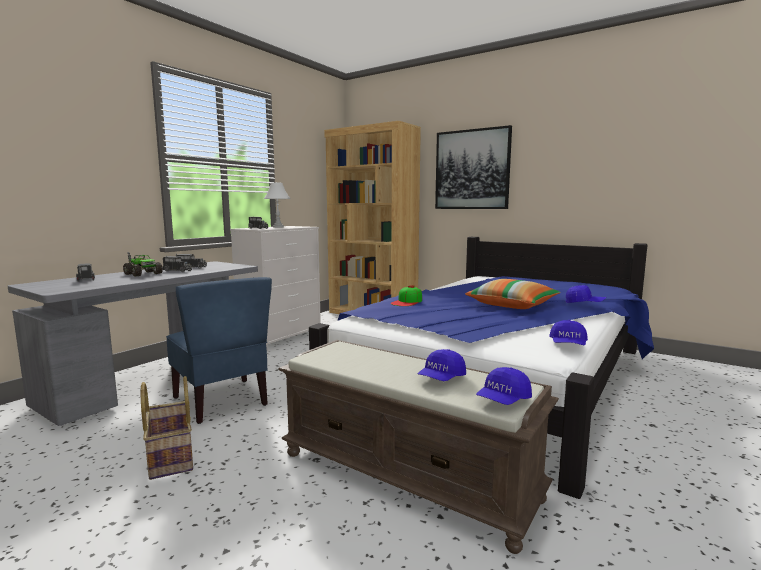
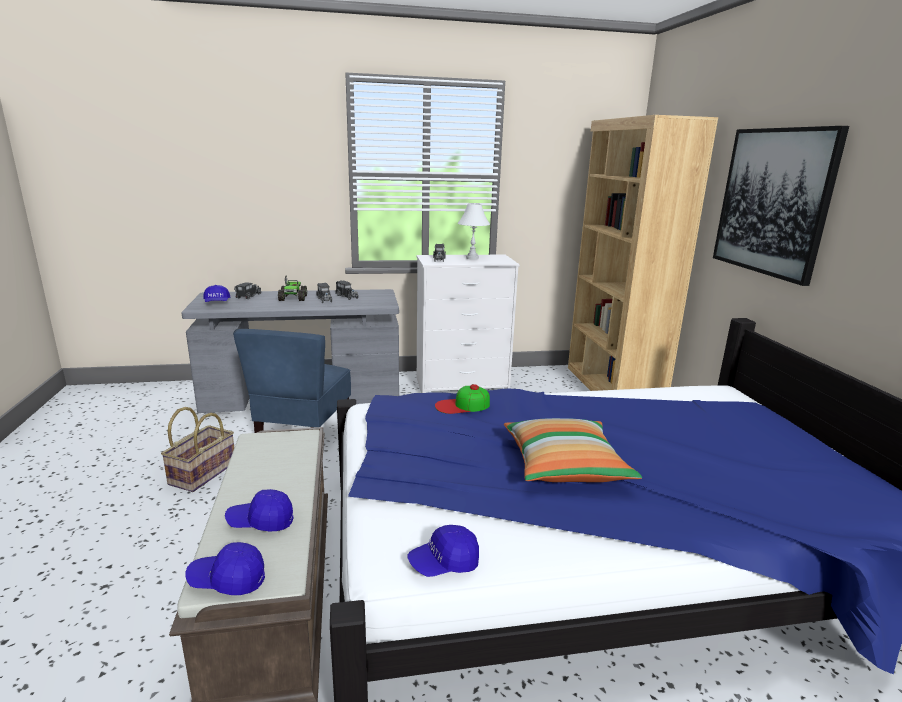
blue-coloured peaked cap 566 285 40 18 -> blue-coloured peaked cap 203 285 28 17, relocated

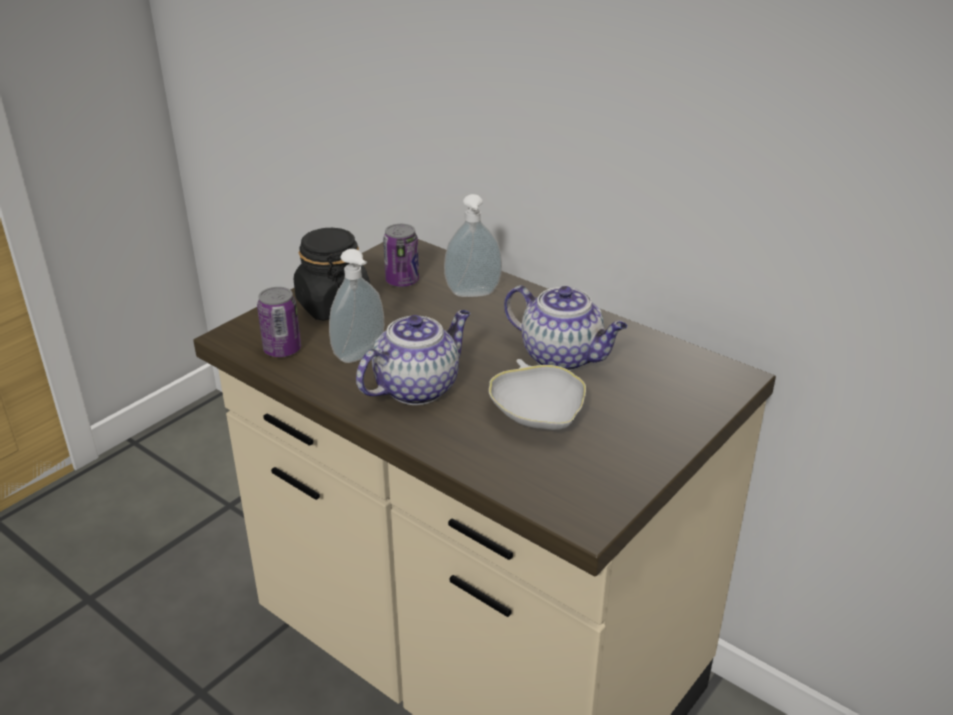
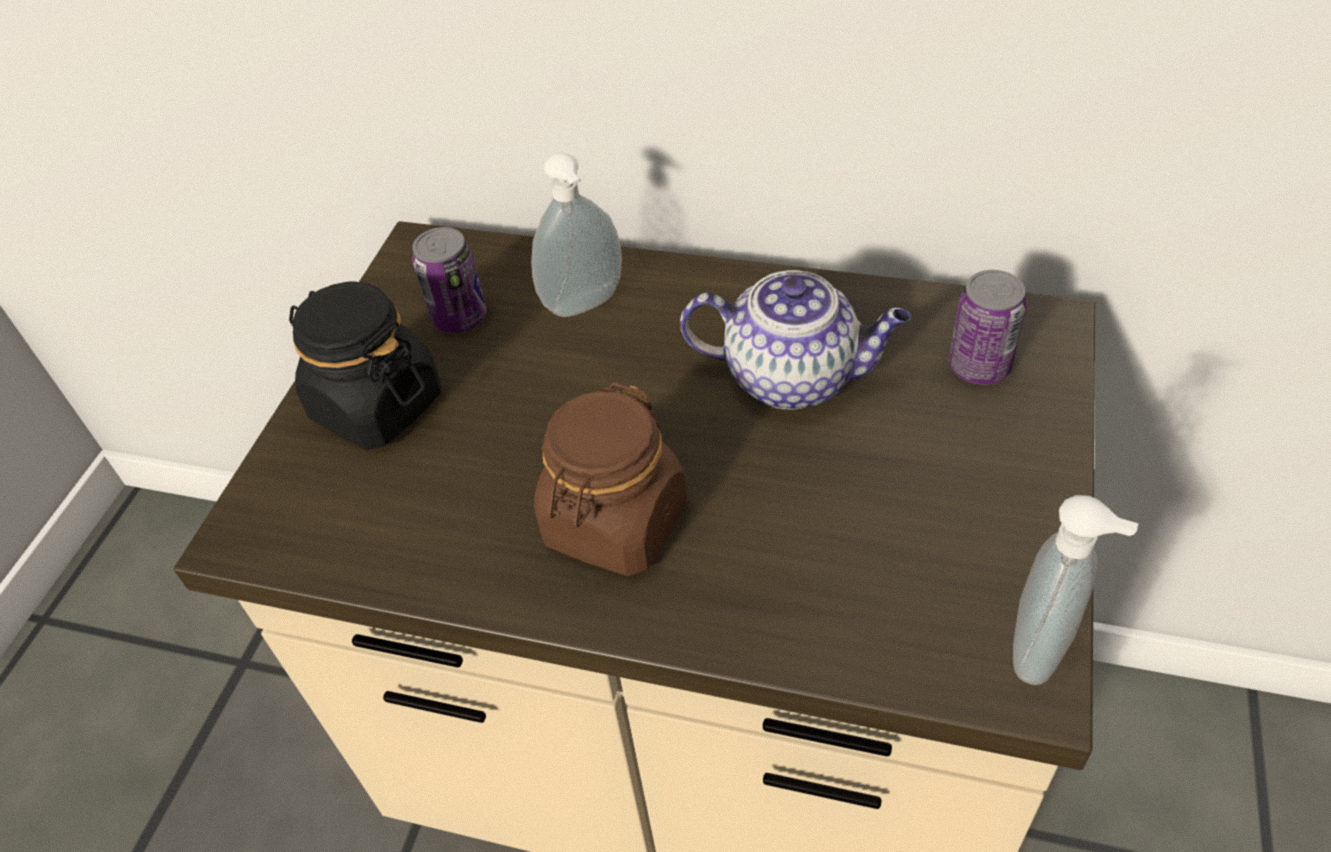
white-coloured deep dish 489 359 97 71 -> none
sealed can 257 287 44 70 -> sealed can 949 270 78 115, relocated
liquid soap bottle 329 249 55 114 -> liquid soap bottle 1013 495 125 190, relocated
pot for tea 356 310 114 95 -> brownish jar 534 382 153 194

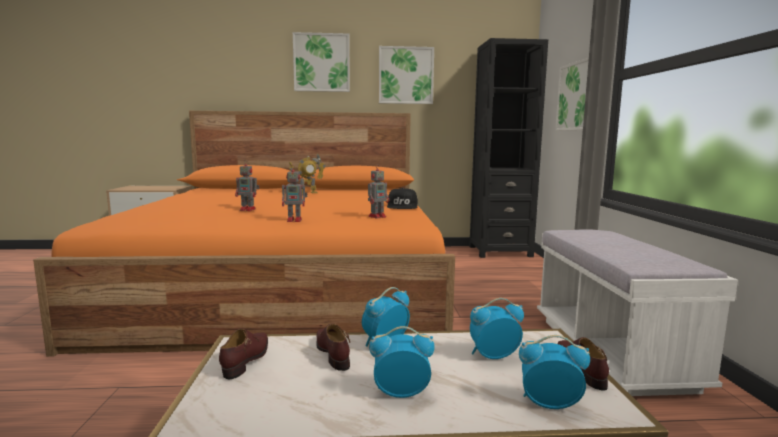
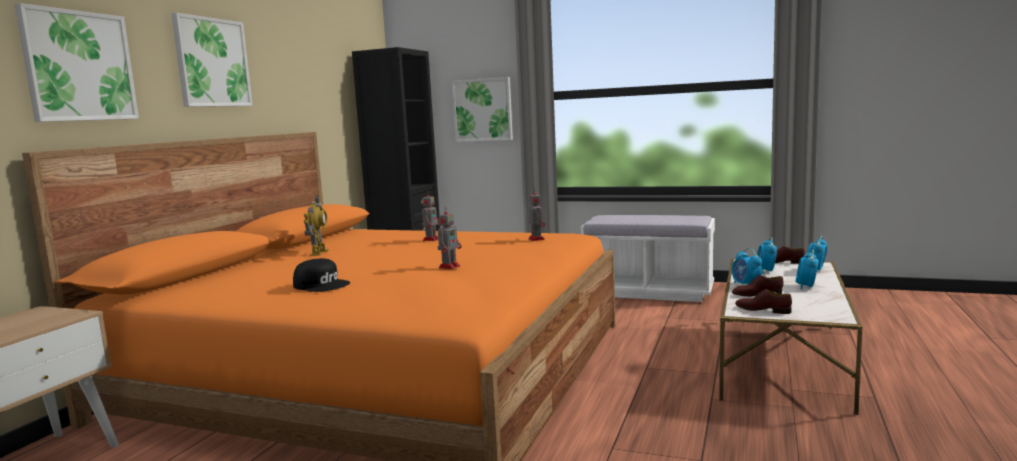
robot figure 282 166 25 56 -> robot figure 422 191 17 50, relocated
picture 379 46 55 58 -> picture 14 3 125 119, relocated
black peaked cap 387 188 31 21 -> black peaked cap 293 258 57 34, relocated

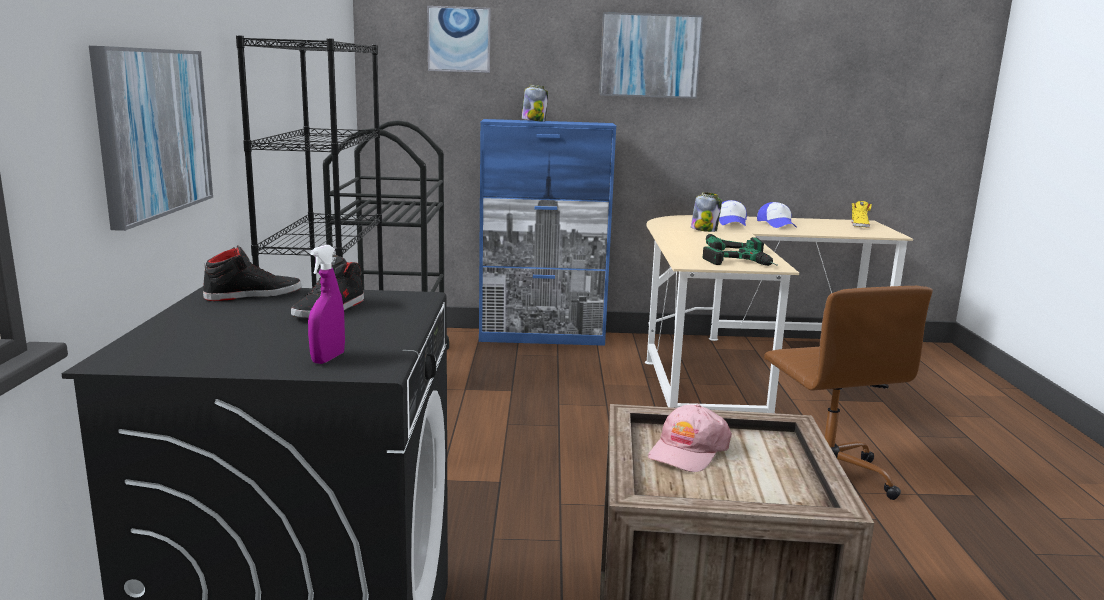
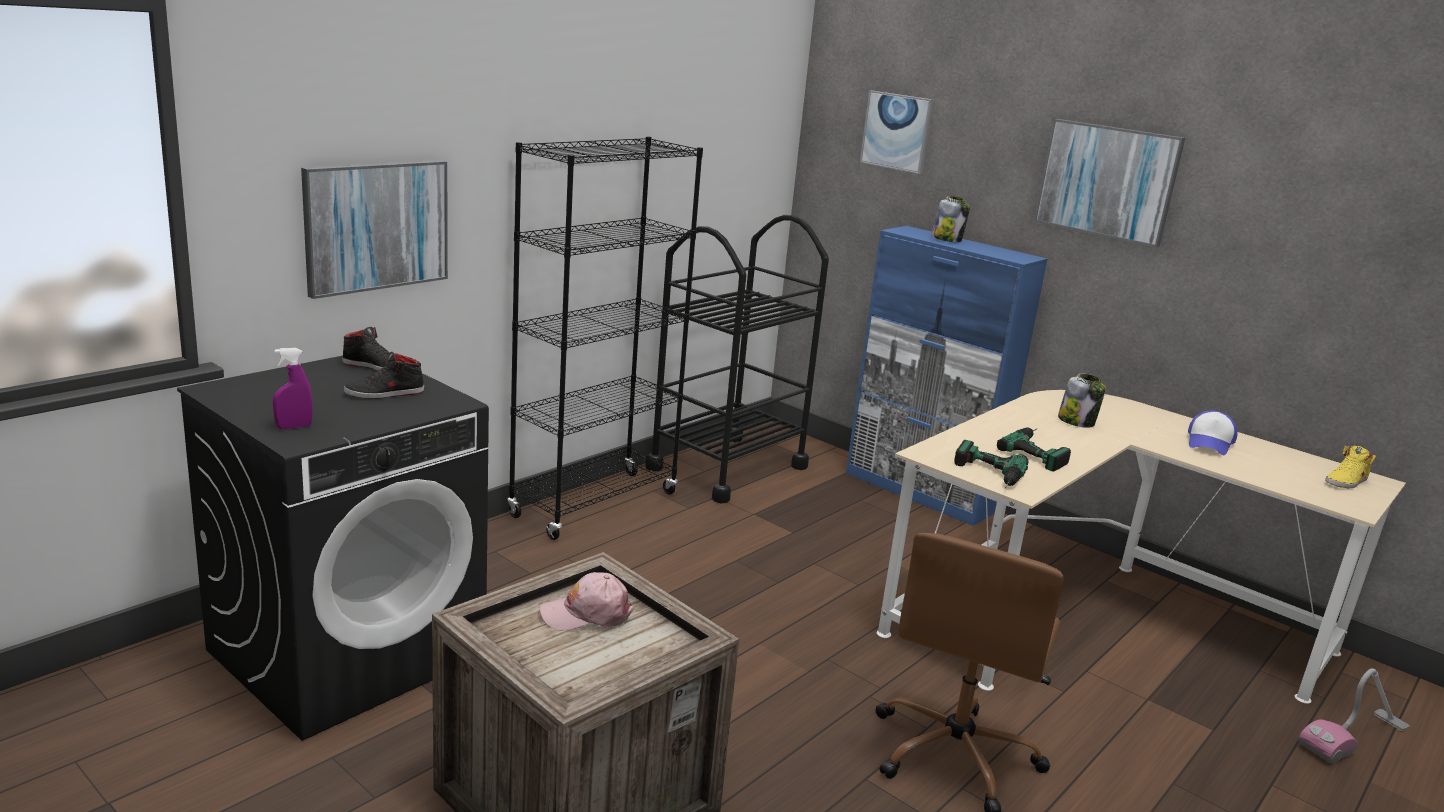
peaked cap 719 200 28 26 -> none
none -> hoover 1299 668 111 96

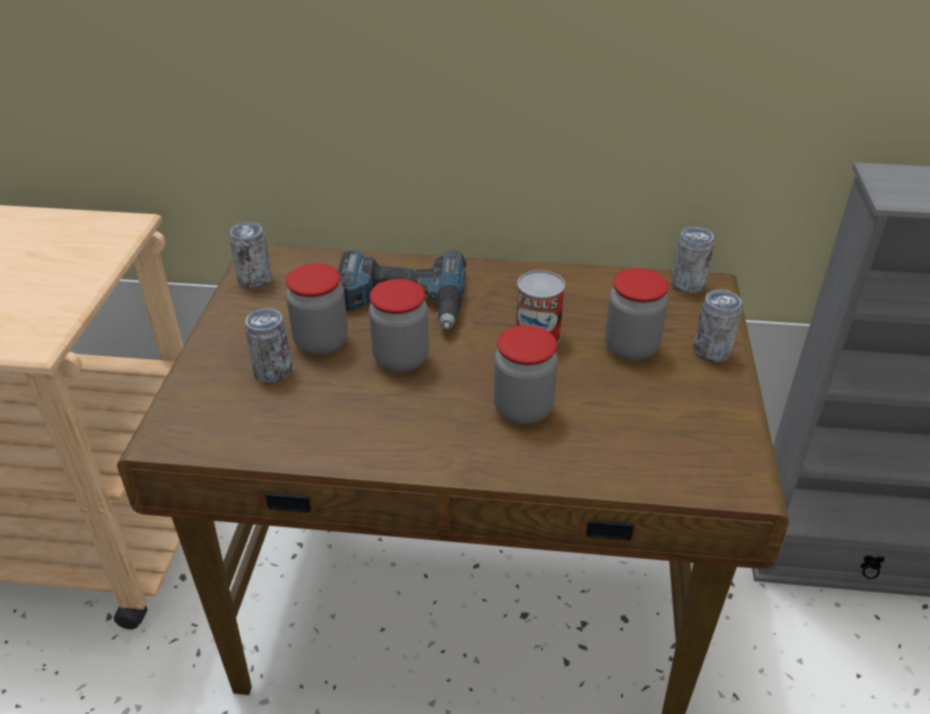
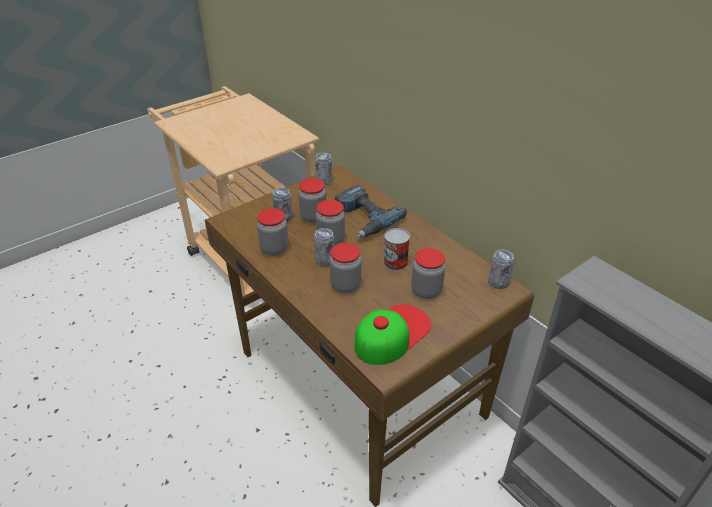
none -> jar 257 208 31 48
none -> peaked cap 354 305 77 60
sealed can 693 290 49 73 -> sealed can 314 228 20 38, relocated

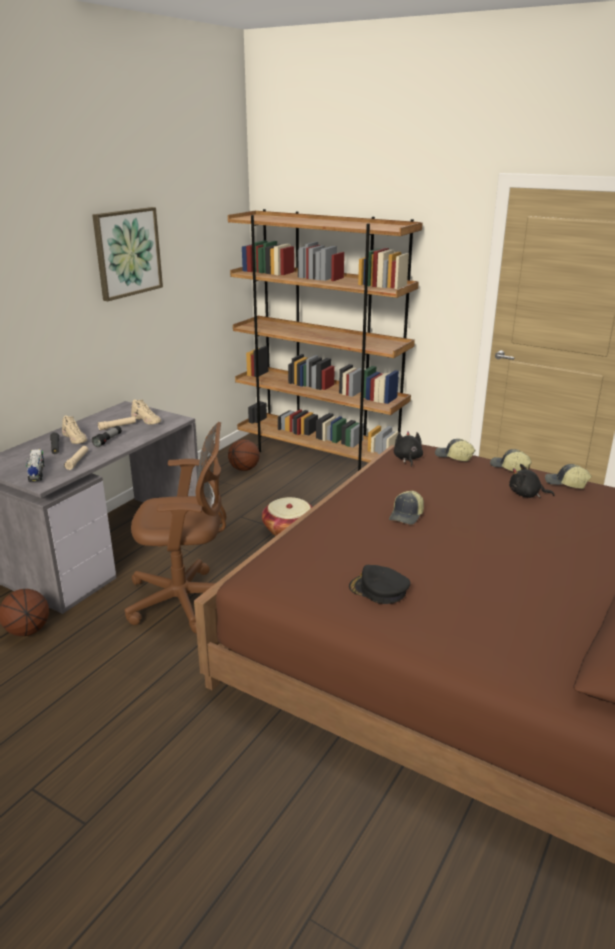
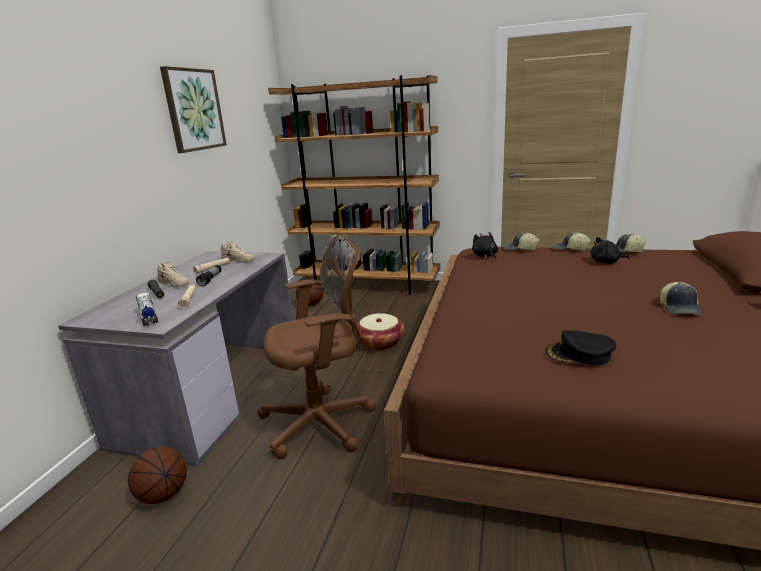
peaked cap 389 491 35 34 -> peaked cap 660 282 42 33, relocated

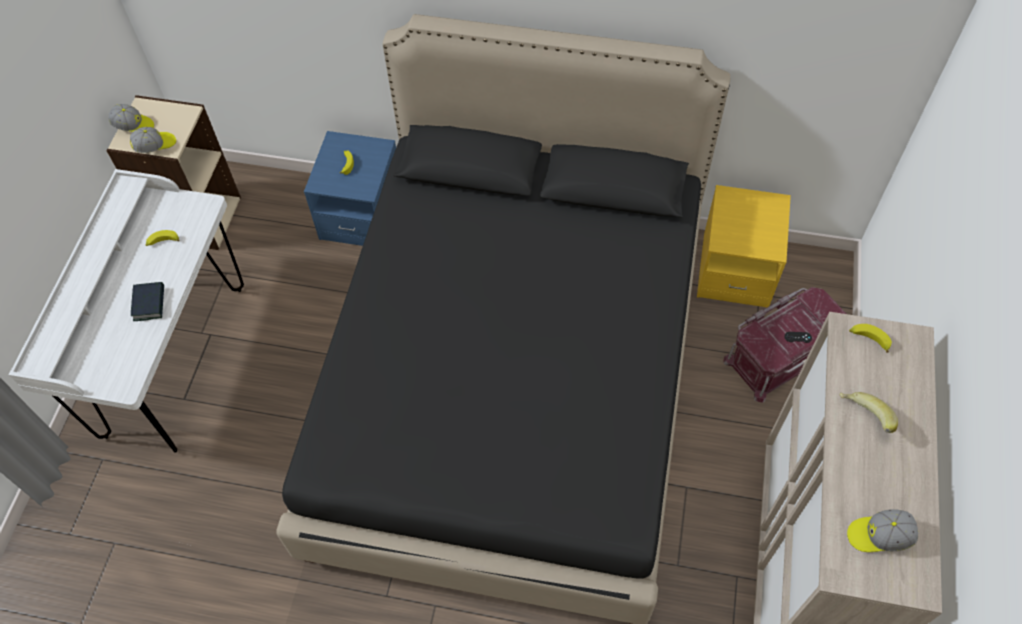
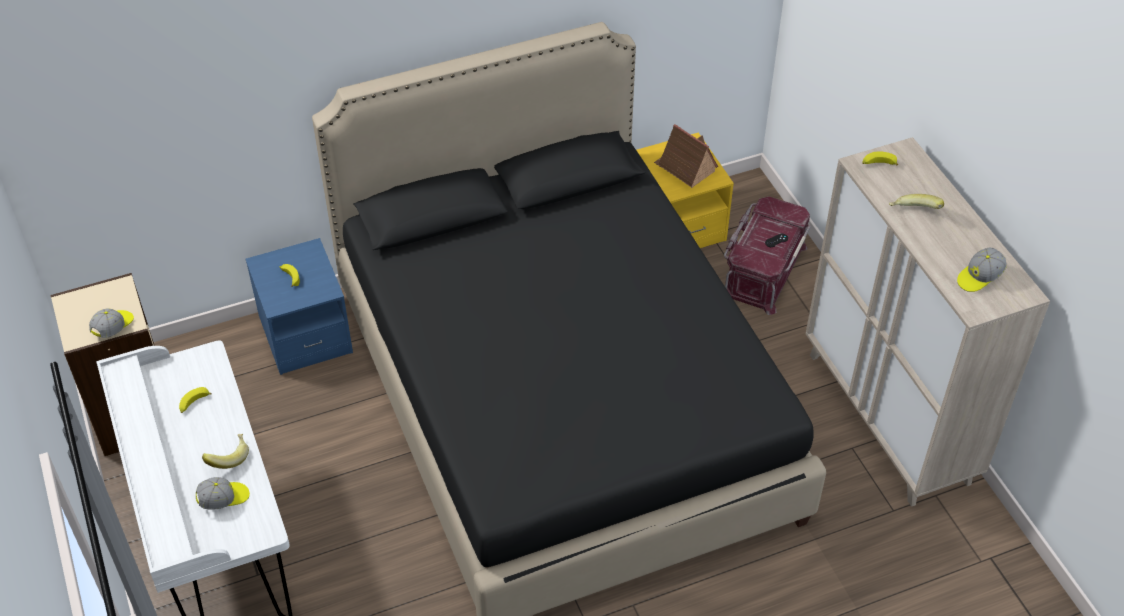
none -> miniature house 654 124 64 64
peaked cap 109 104 45 28 -> peaked cap 196 477 54 33, relocated
volume 131 282 33 39 -> banana fruit 202 434 47 35

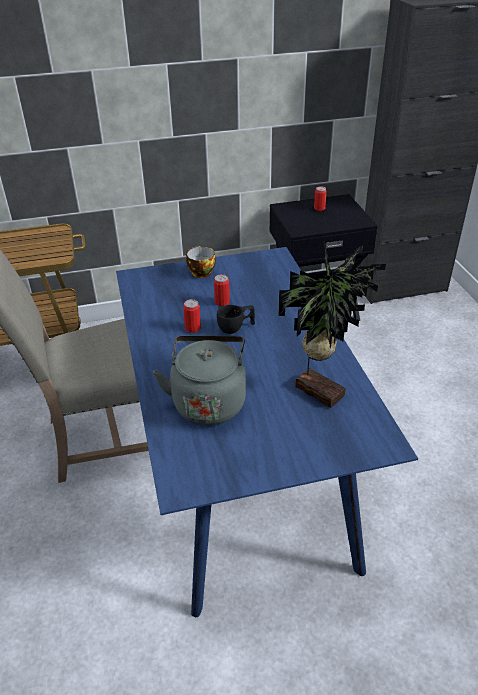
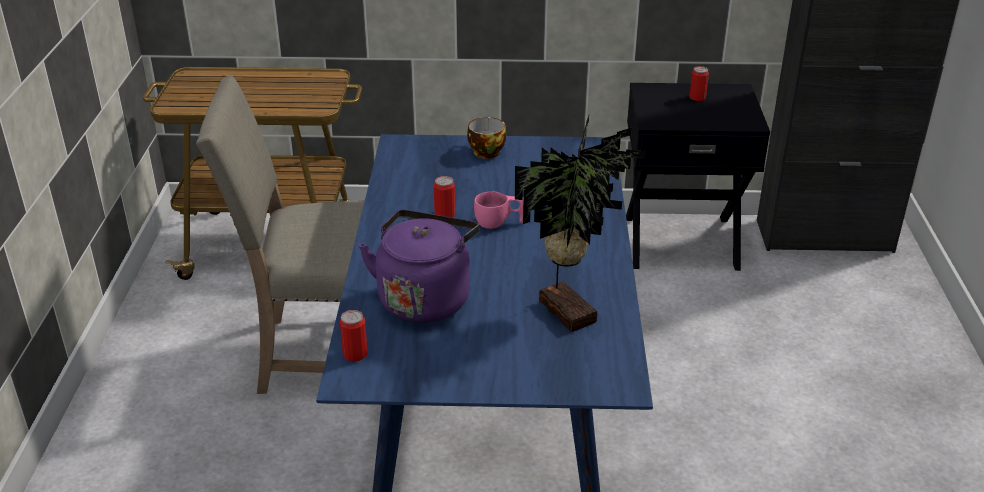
sealed can 214 274 16 32 -> sealed can 340 310 28 51, relocated
gray tea kettle 153 335 93 90 -> purplish tea kettle 358 210 121 113
black drinking cup 217 305 38 29 -> pinkish drinking cup 474 192 50 37

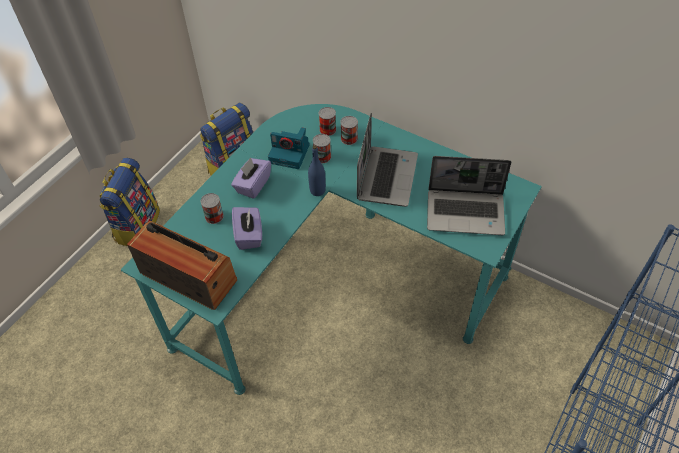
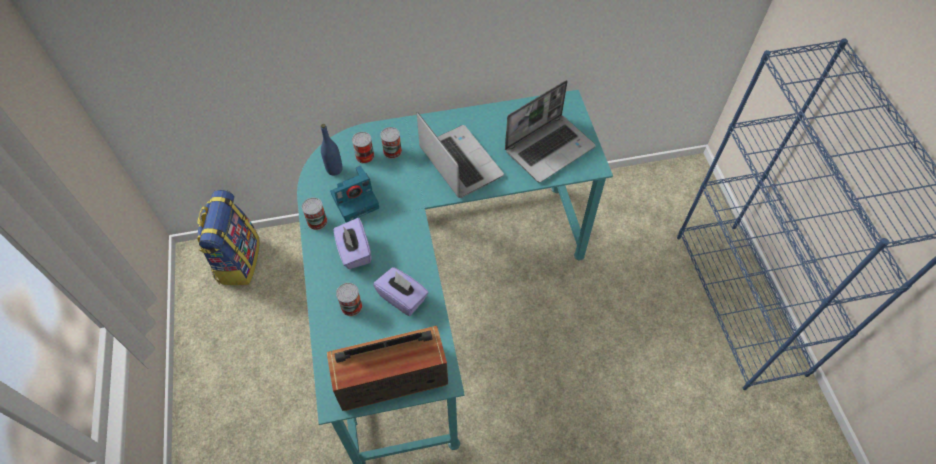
backpack 99 158 61 88 -> none
blue-coloured drink bottle 308 145 18 51 -> blue-coloured drink bottle 321 124 22 52, relocated
sealed can 313 134 18 29 -> sealed can 302 198 25 32, relocated

